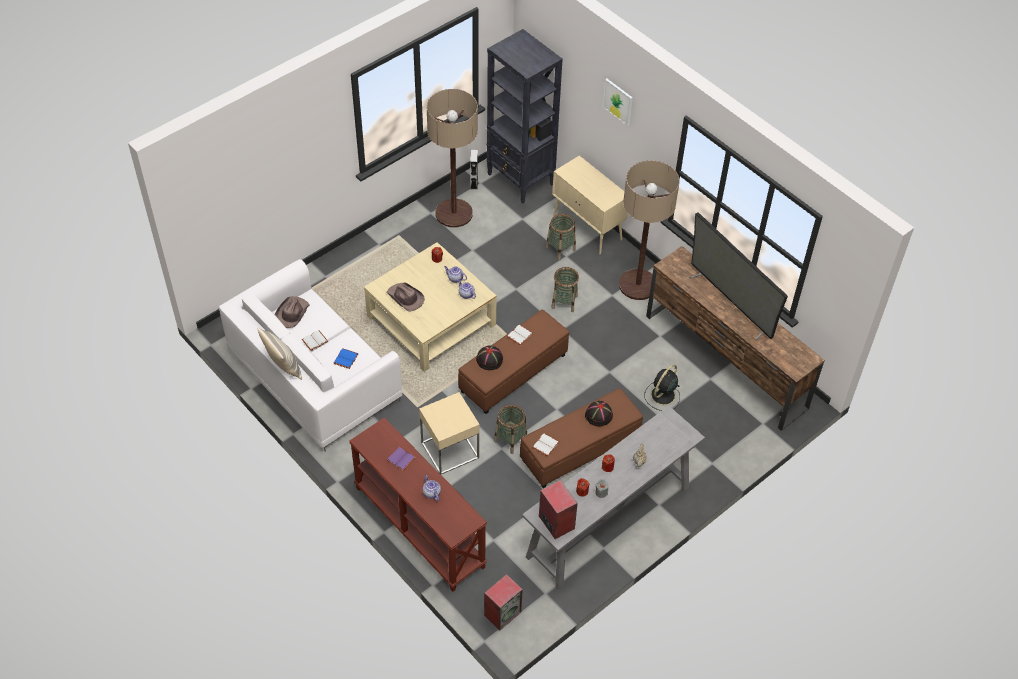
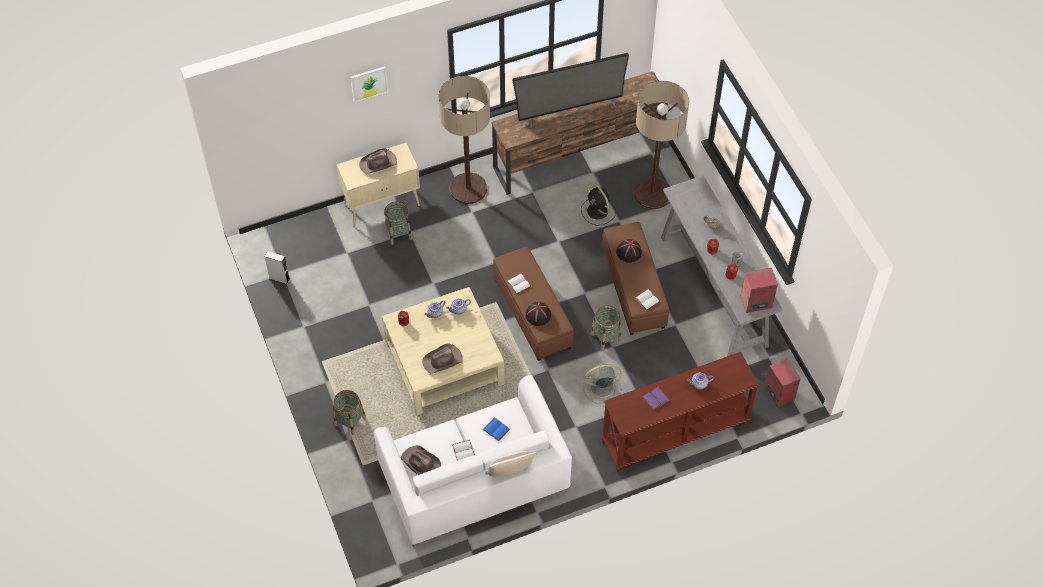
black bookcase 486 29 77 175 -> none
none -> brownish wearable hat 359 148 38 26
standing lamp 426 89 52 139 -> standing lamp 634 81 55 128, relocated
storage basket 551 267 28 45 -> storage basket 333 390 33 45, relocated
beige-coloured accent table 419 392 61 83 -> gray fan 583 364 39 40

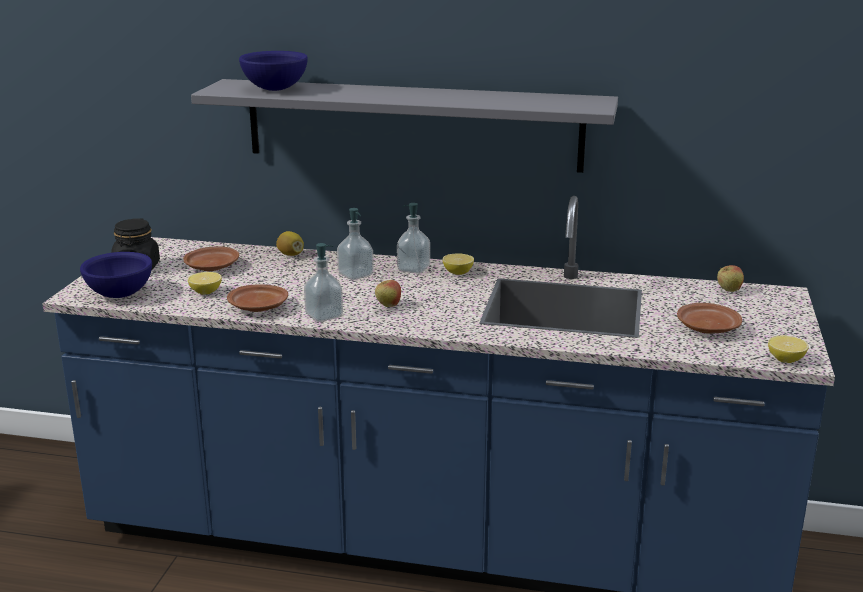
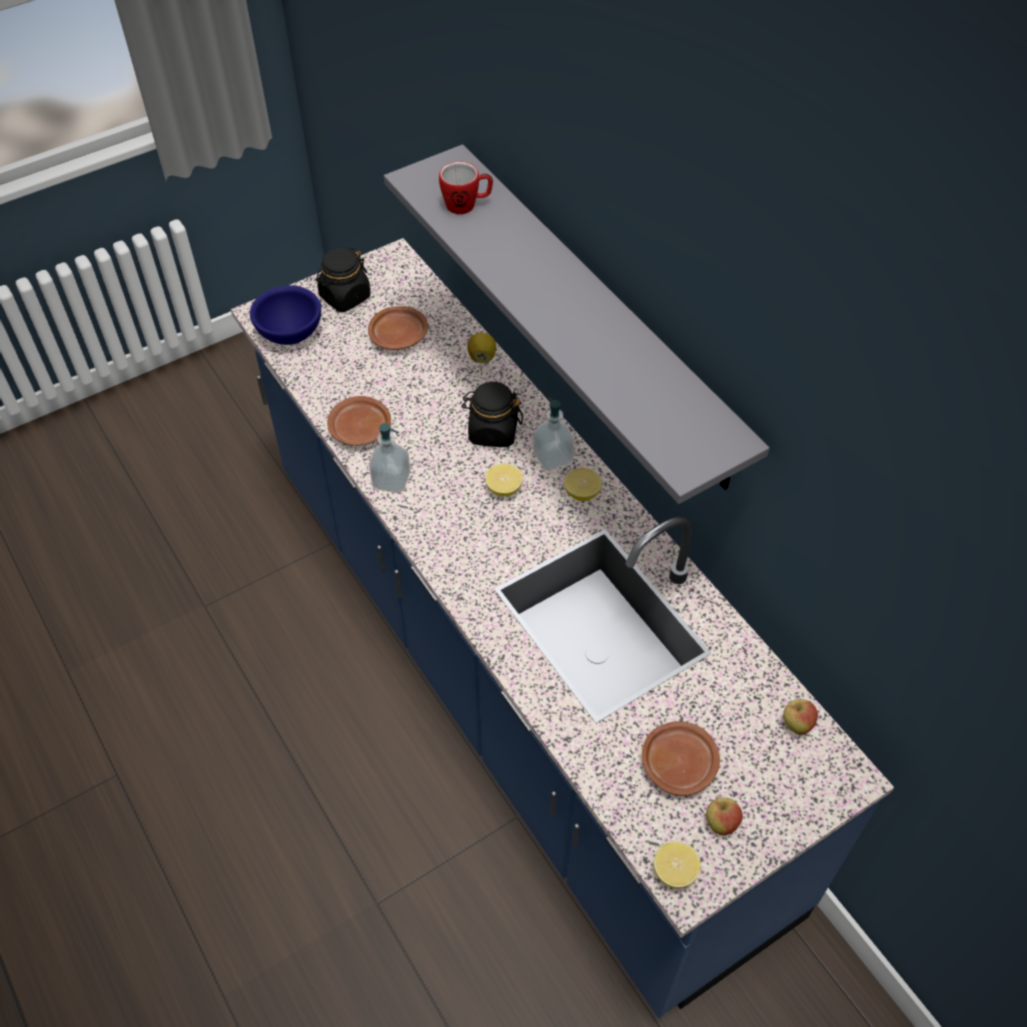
lemon 188 272 34 23 -> lemon 485 463 38 34, relocated
whole apple 375 280 26 27 -> whole apple 706 796 37 39, relocated
blue-coloured deep dish 239 51 69 40 -> tea mug 439 161 54 53
liquid soap bottle 337 208 37 72 -> black jar 461 382 62 65

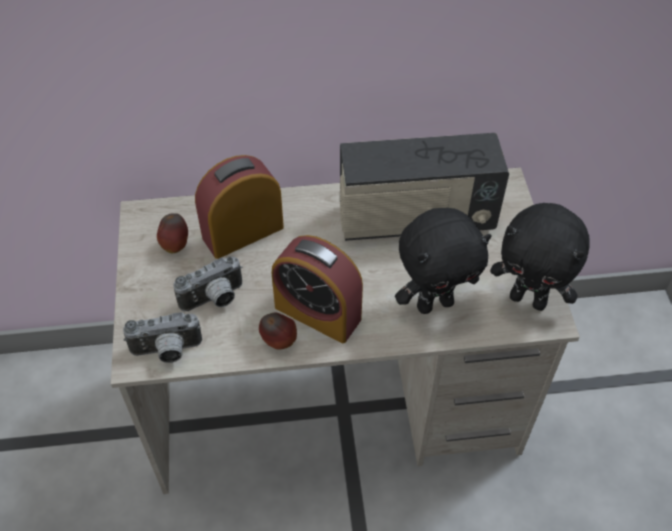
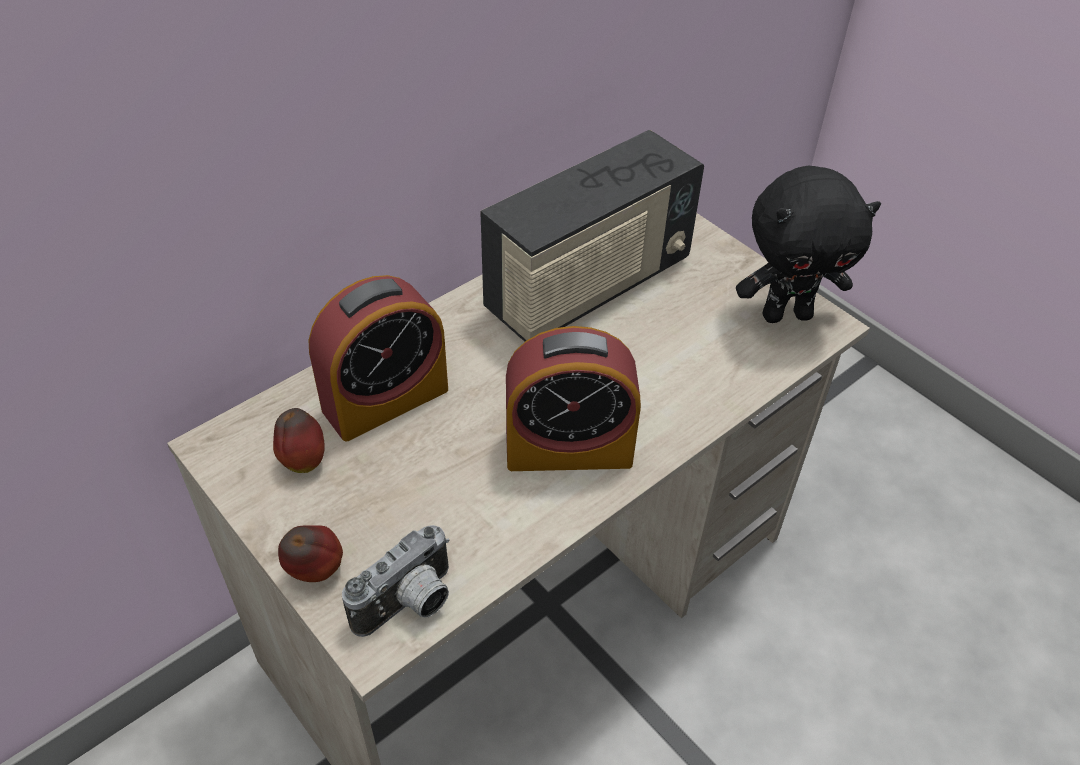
still camera 173 257 69 54 -> none
black plush toy 395 208 96 106 -> none
whole apple 259 313 38 37 -> whole apple 278 526 65 56, relocated
alarm clock 195 155 89 104 -> alarm clock 308 275 140 166, 150 degrees counterclockwise

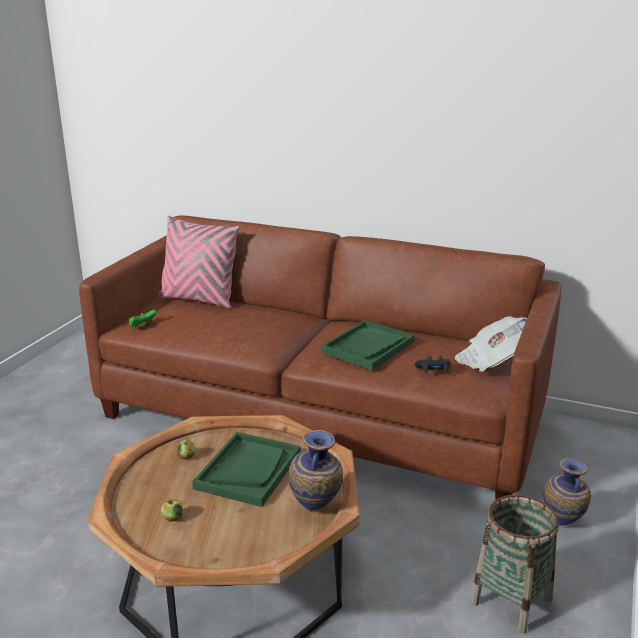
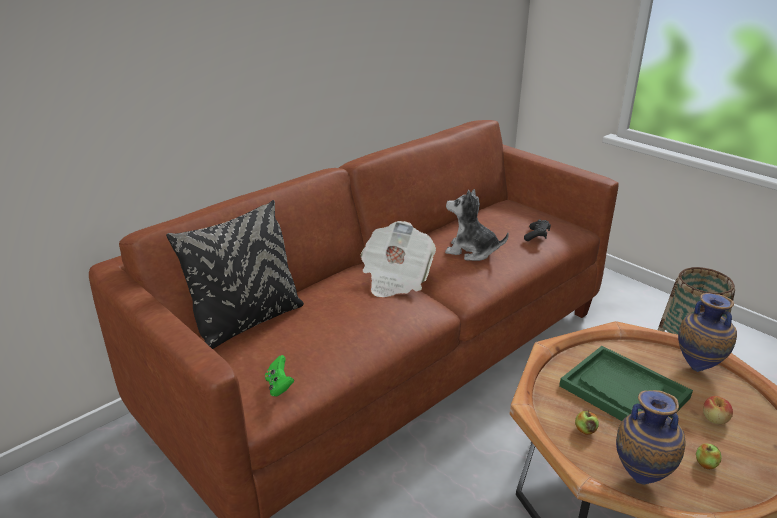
none -> whole apple 703 396 30 28
newspaper 455 316 72 56 -> newspaper 360 221 76 76, relocated
vase 543 458 48 68 -> vase 616 390 69 95, relocated
greenish carrying tray 321 320 94 50 -> plush toy 445 189 64 72
pinkish throw pillow 158 216 82 92 -> black throw pillow 166 200 138 149

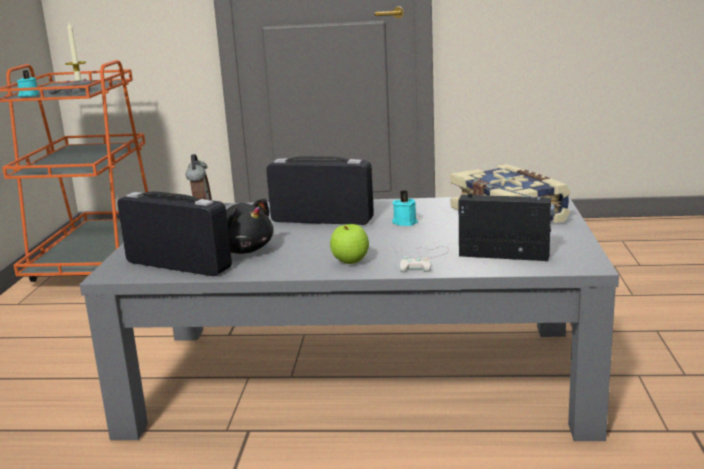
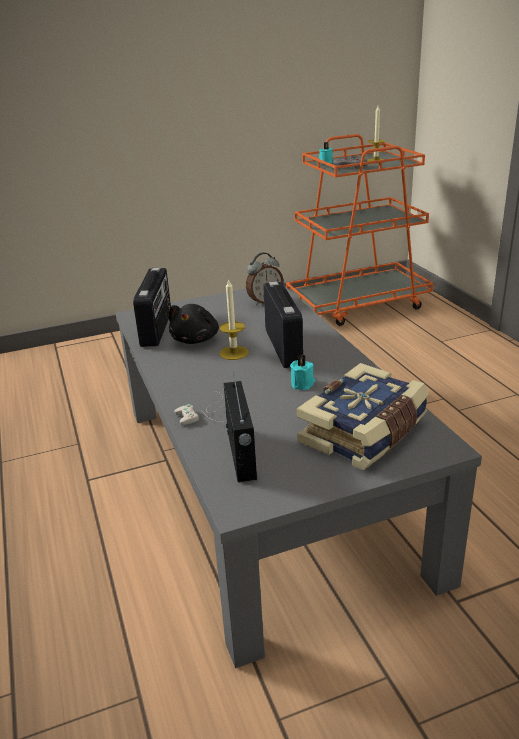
whole apple 330 224 39 40 -> none
none -> candle 219 278 30 82

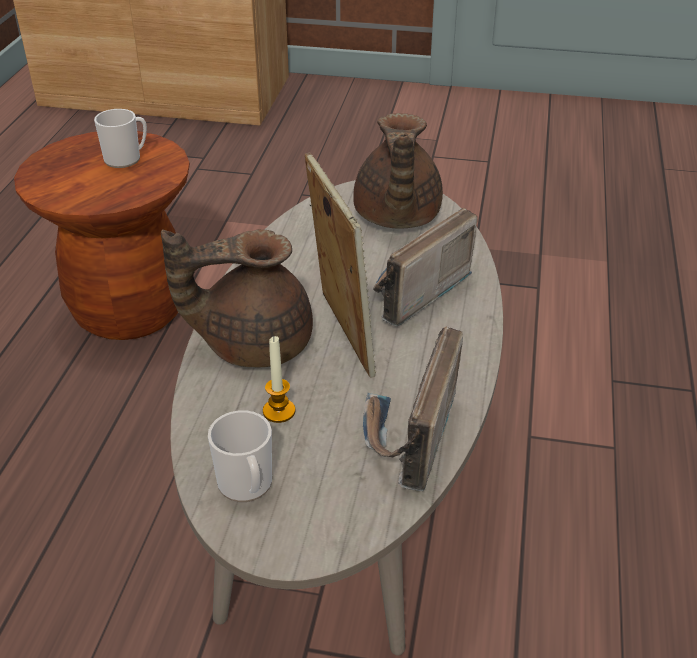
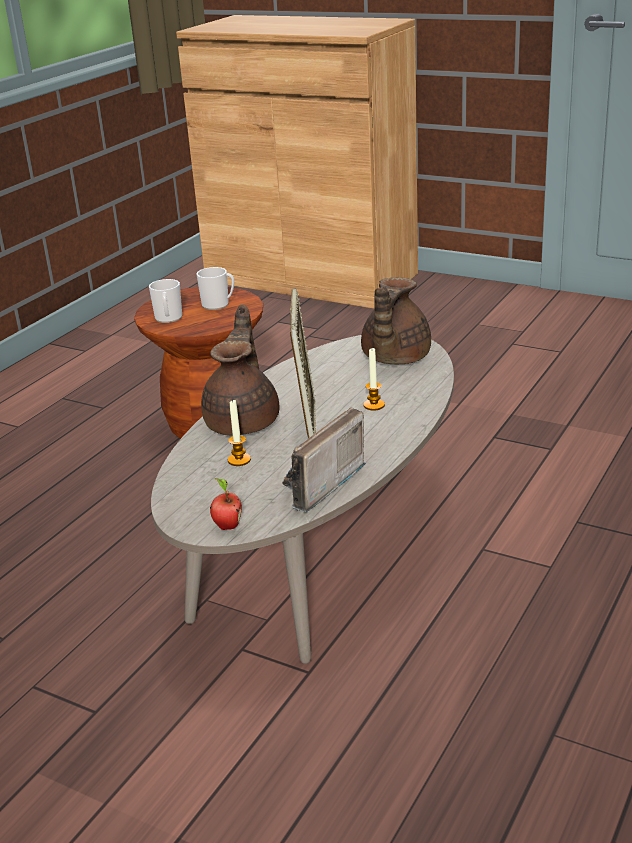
none -> whole apple 210 478 32 52
tea mug 208 410 64 92 -> tea mug 149 279 33 44, relocated
radio set 373 208 105 118 -> candle 363 348 22 62
brownish pot for tea 161 229 152 139 -> brownish pot for tea 201 304 78 131, 90 degrees clockwise

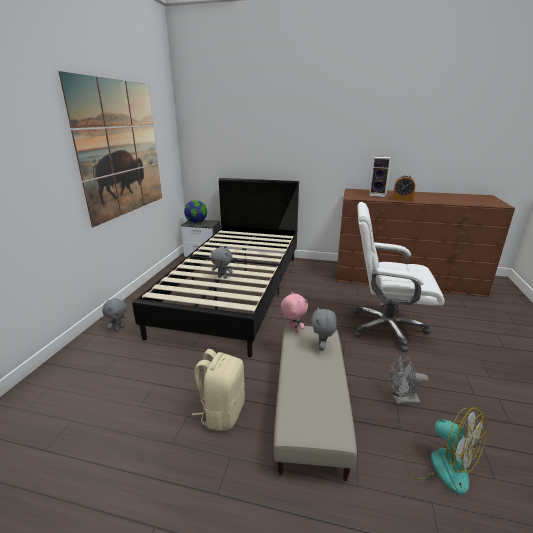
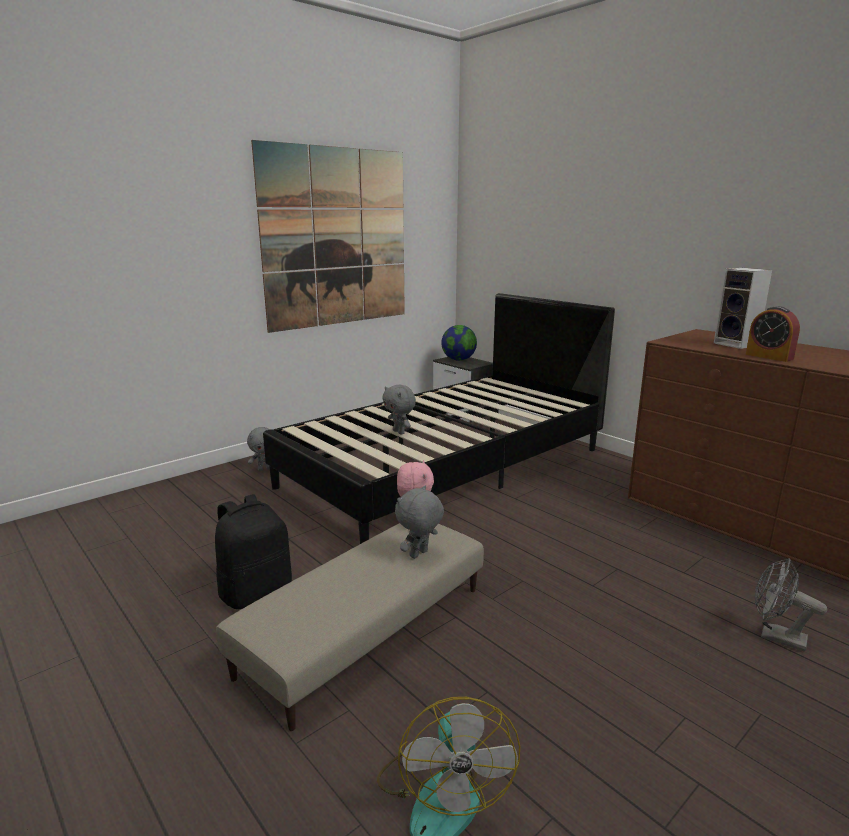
white-coloured computer chair 353 202 92 150 -> none
gray fan 389 354 40 50 -> gray fan 755 558 72 94, relocated
beige-coloured backpack 192 349 53 82 -> black backpack 215 494 77 115

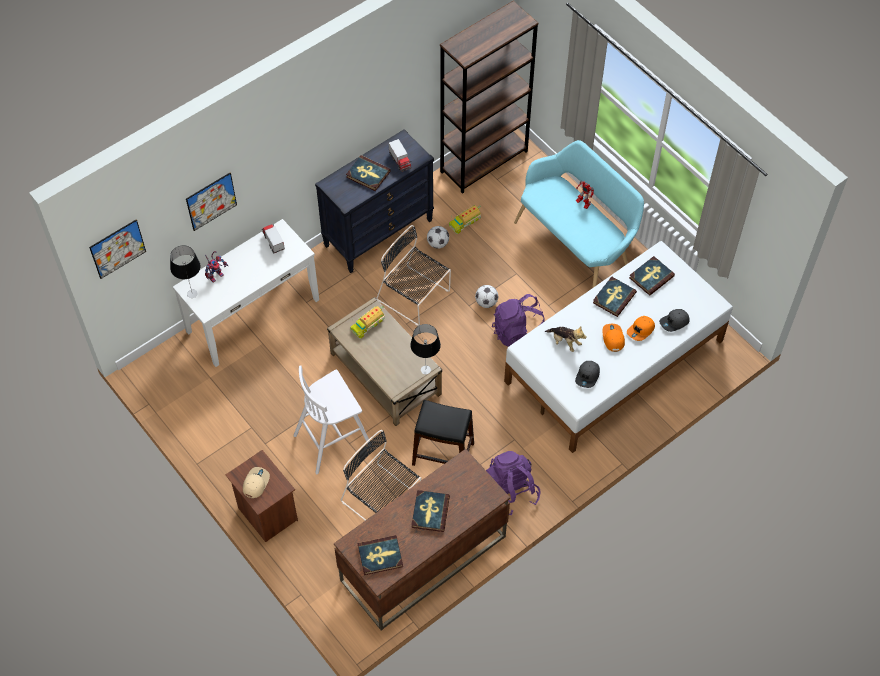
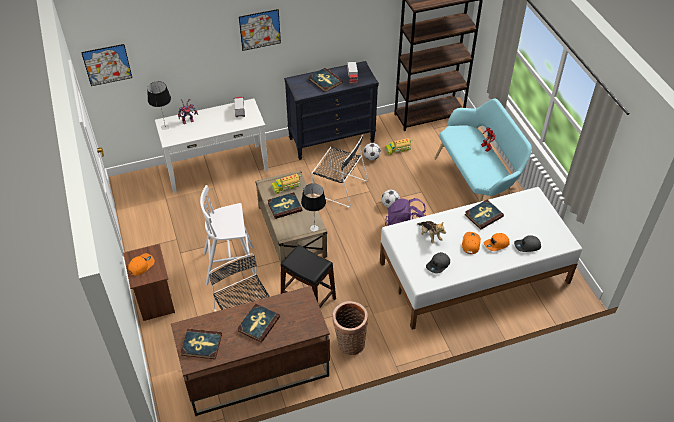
picture 186 173 51 58 -> picture 239 9 42 42, relocated
volume 629 256 46 40 -> volume 268 192 34 27, relocated
purplish backpack 486 451 55 64 -> storage basket 333 301 35 54
beige-coloured peaked cap 243 467 27 31 -> orange peaked cap 128 253 27 23
black plain chair 376 225 75 101 -> black plain chair 311 135 57 73, 150 degrees clockwise

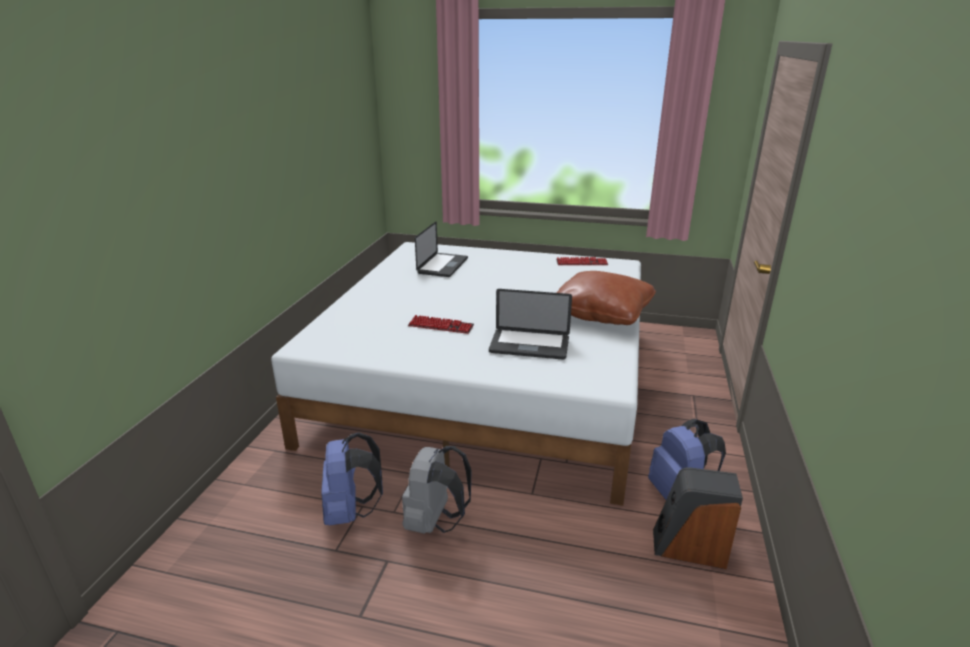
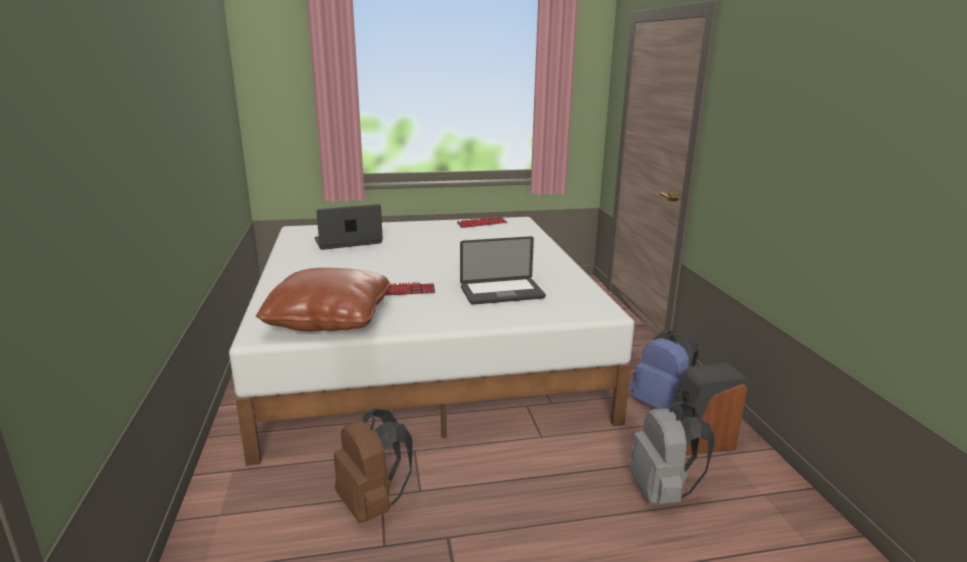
gray backpack 402 446 70 88 -> gray backpack 628 401 87 103, relocated
brownish throw pillow 557 271 99 54 -> brownish throw pillow 256 268 134 63, relocated
blue-coloured backpack 321 432 62 93 -> brownish backpack 334 408 79 115
notebook computer 415 222 53 55 -> notebook computer 315 204 68 46, 105 degrees counterclockwise

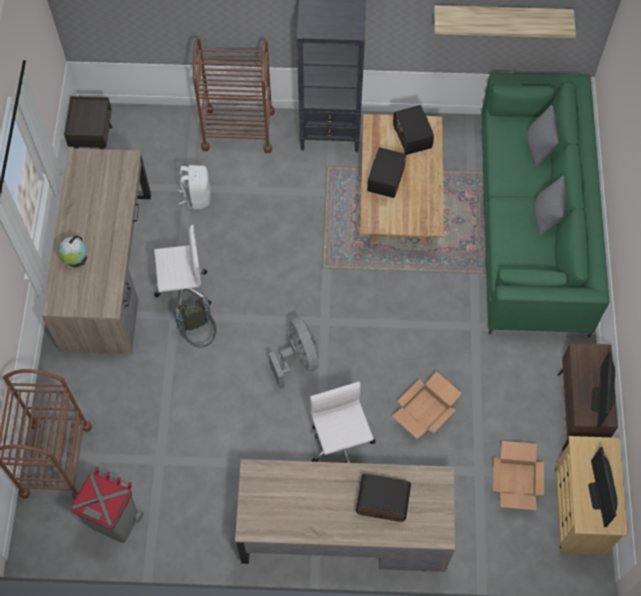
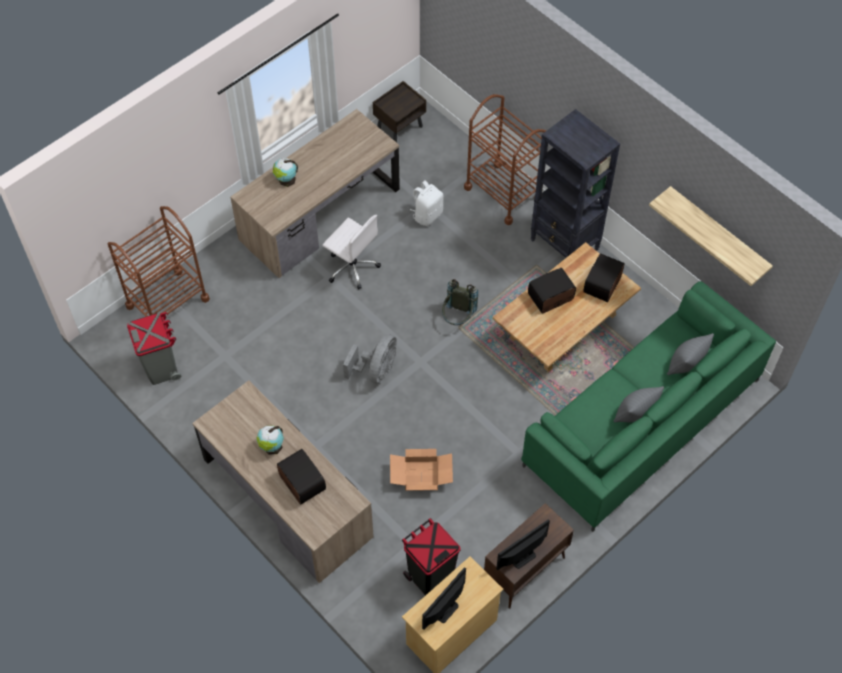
white-coloured computer chair 310 382 65 81 -> none
none -> world globe 256 425 28 30
gray backpack 174 297 43 51 -> gray backpack 442 279 36 46, relocated
carton 493 441 51 69 -> black waste bin 402 518 59 77

